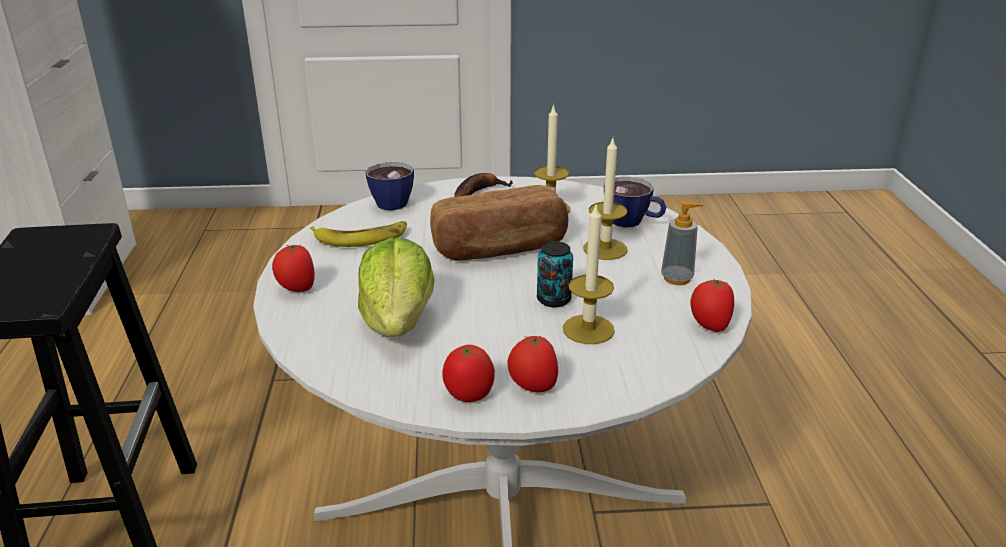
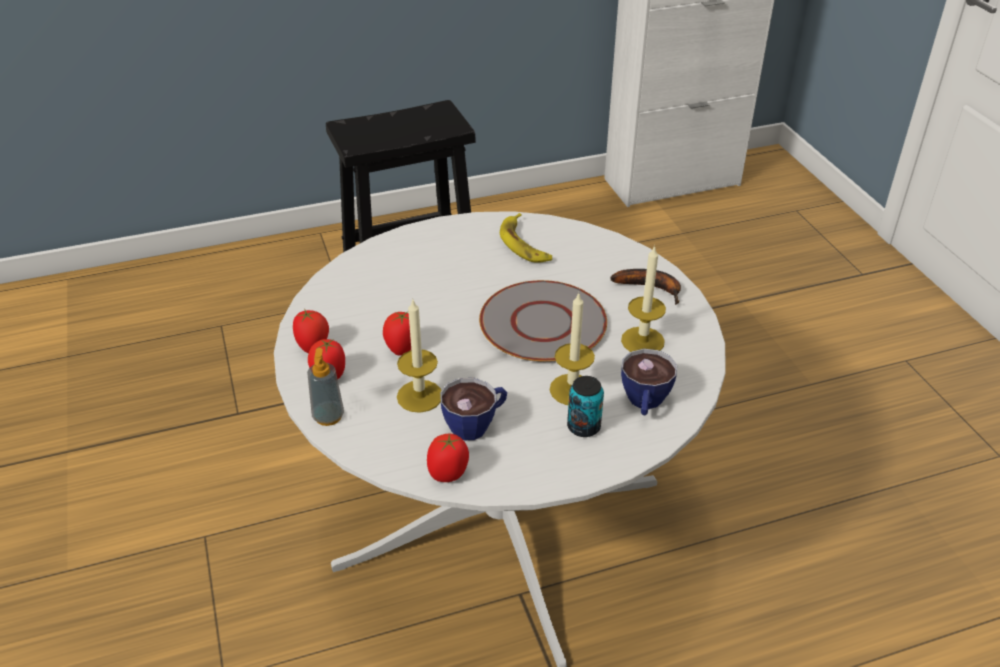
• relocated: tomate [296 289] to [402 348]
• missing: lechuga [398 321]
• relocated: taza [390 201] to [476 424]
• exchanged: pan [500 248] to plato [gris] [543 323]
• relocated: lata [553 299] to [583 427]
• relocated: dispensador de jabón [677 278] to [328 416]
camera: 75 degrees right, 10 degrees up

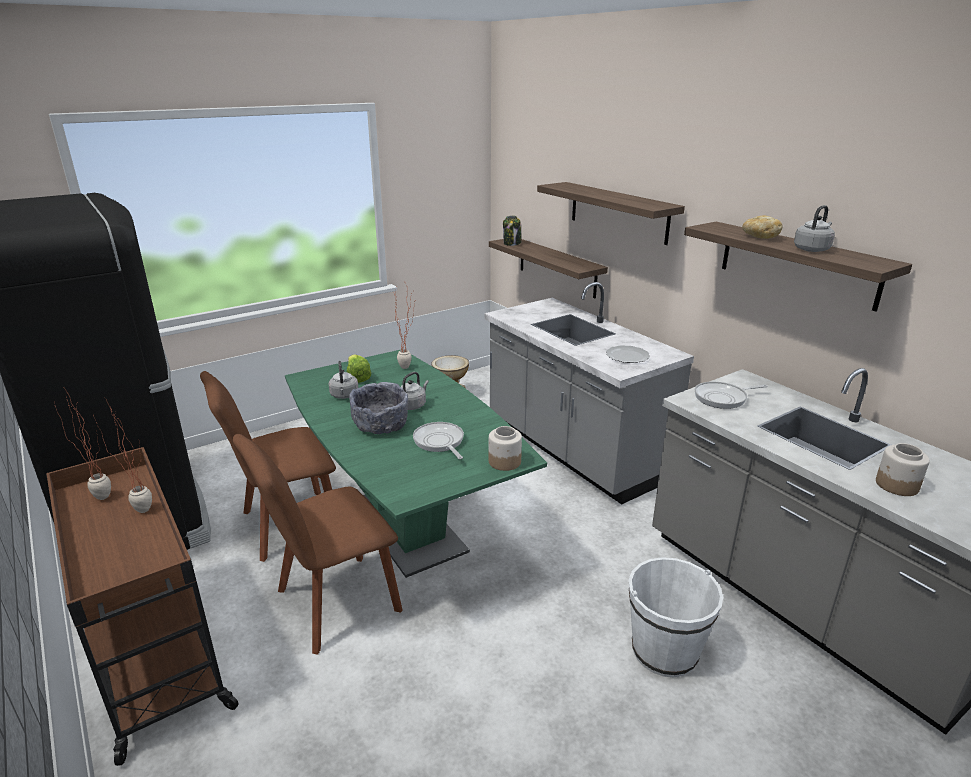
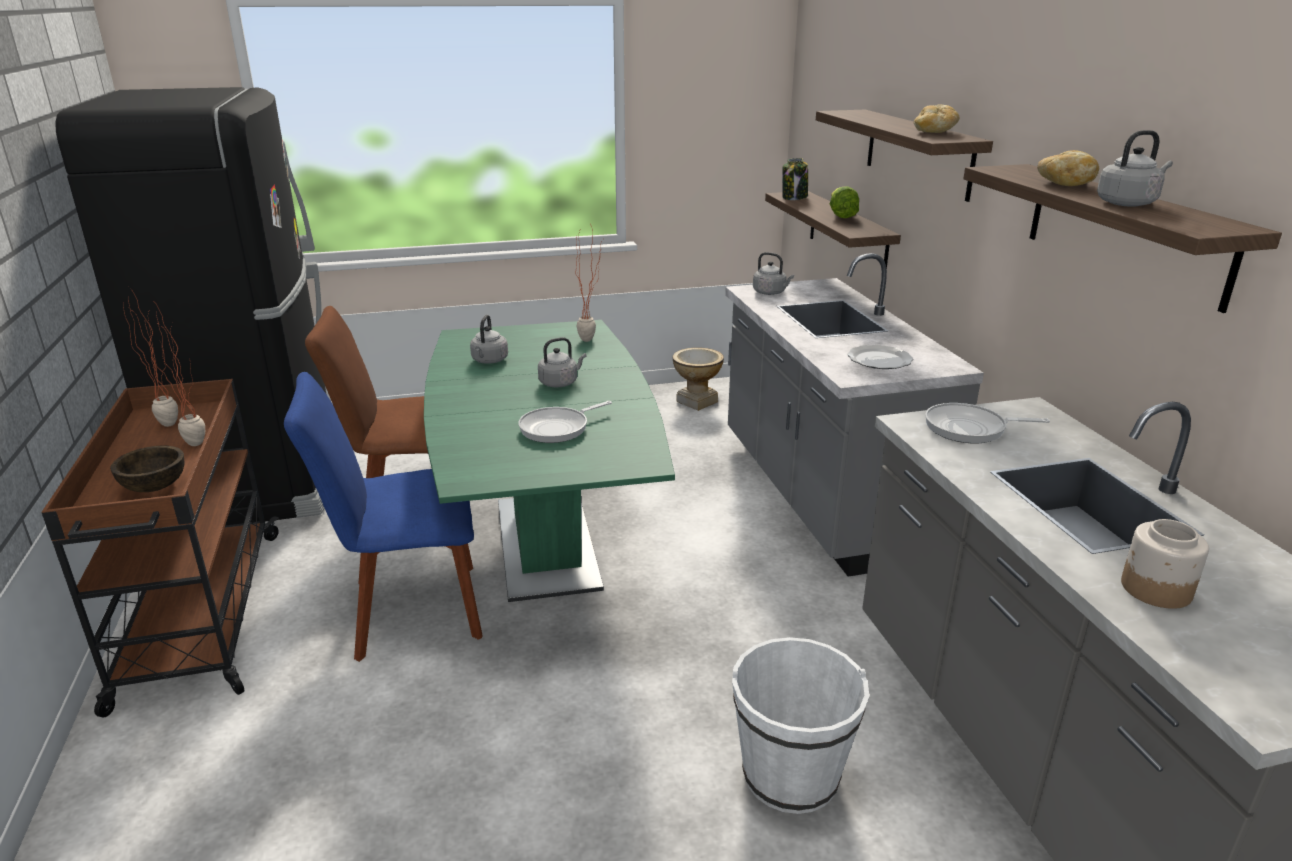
• colour: silla [marrón] [332 604] to silla [azul] [408 611]
• relocated: lechuga [357 377] to [840 215]
• missing: cuenco [gris] [381 425]
• spun: sartén [439 442] = [558 428] 120 degrees counterclockwise
• missing: tarro [504 462]
• appeared: cuenco [marrón] [154 486]
• appeared: hervidor [gris] [770 293]
• appeared: pan [934 132]
camera: 20 degrees right, 0 degrees up

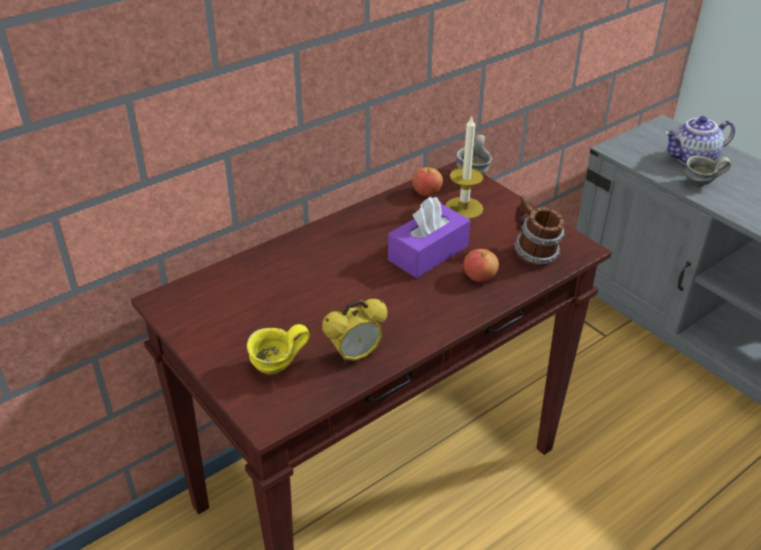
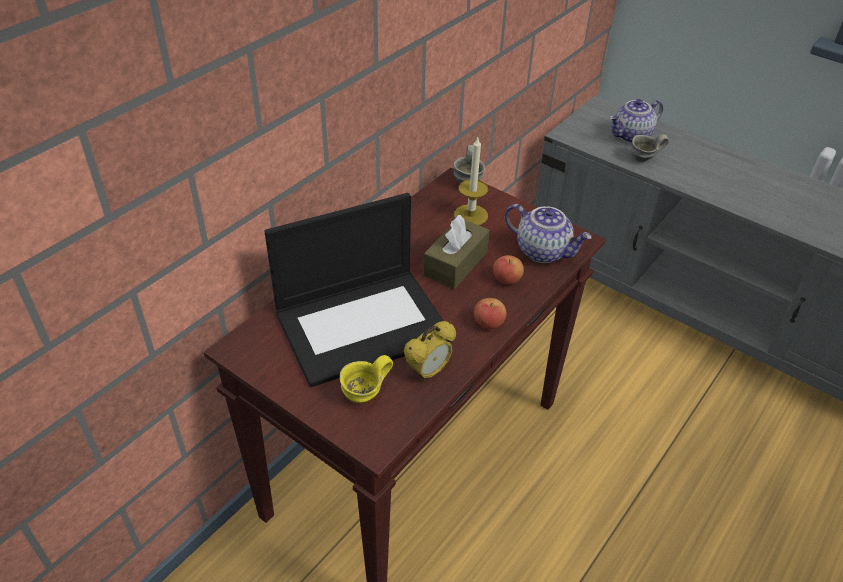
• colour: caja de pañuelos [morado] [428 253] to caja de pañuelos [marrón] [455 263]
• relocated: manzana [426 192] to [488 323]
• exchanged: taza grande [533 254] to tetera [543 251]
• appeared: portátil [363 324]
camera: 15 degrees left, 5 degrees up

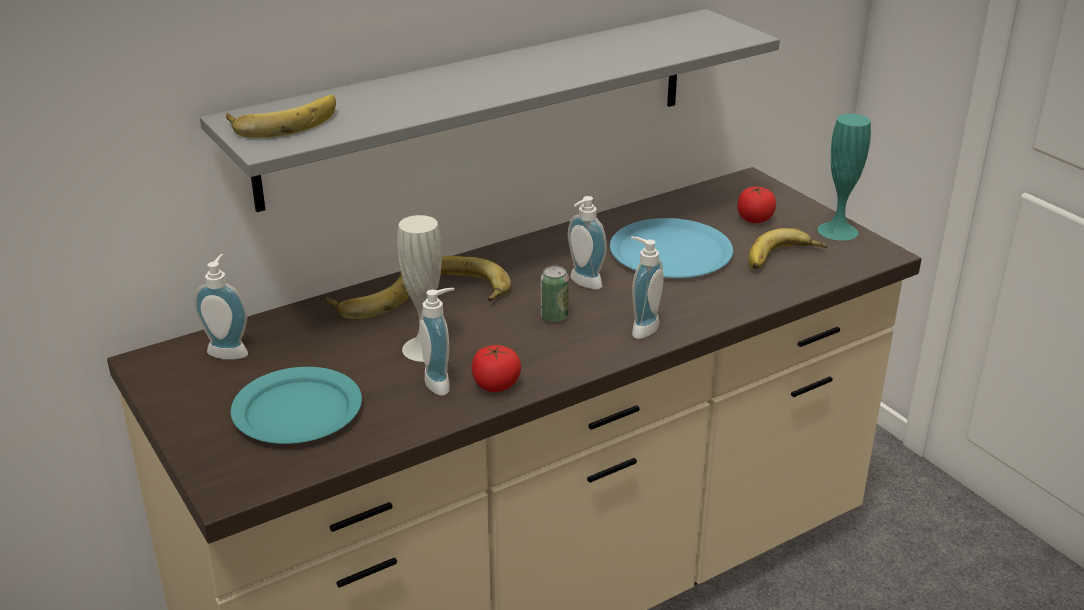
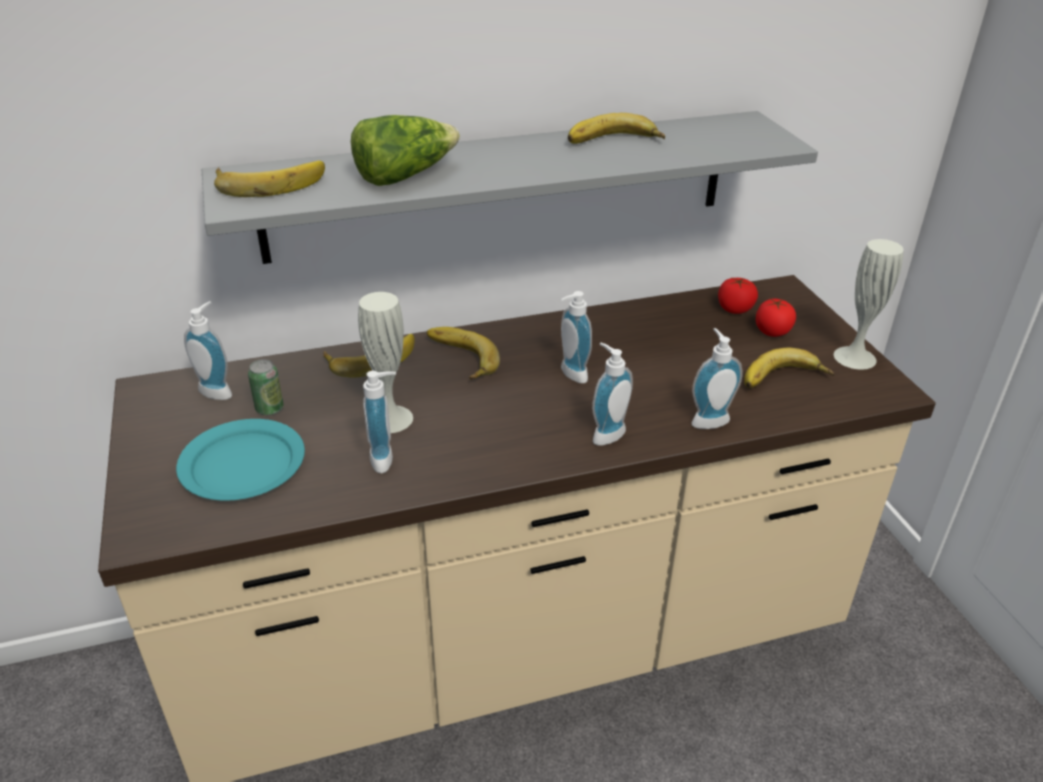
• relocated: tomate [496 385] to [735 309]
• relocated: lata [554 317] to [269 409]
• missing: plato [azul] [670 251]
• colour: florero [turquesa] [837 231] to florero [blanco] [854 357]
• appeared: lechuga [405 176]
• appeared: plátano [614 142]
• appeared: dispensador de jabón [708 419]
camera: 15 degrees right, 5 degrees up

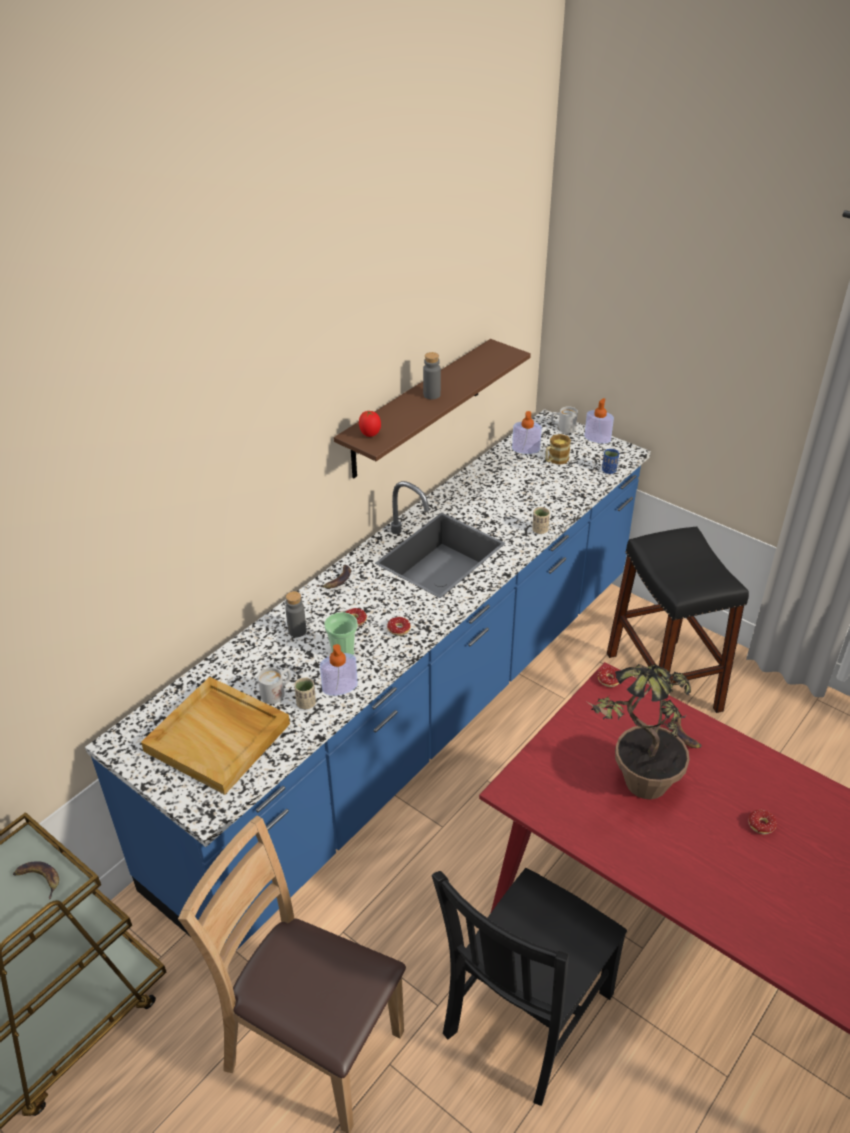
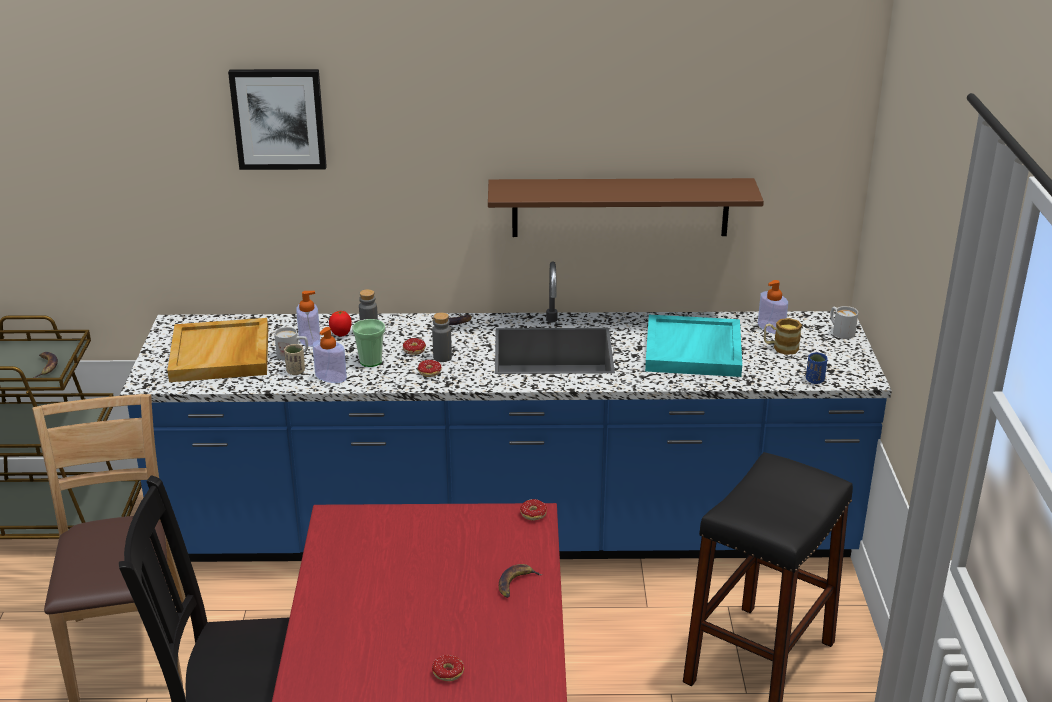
• relocated: tomate [370 434] to [341 334]
• relocated: botella [gris] [431 395] to [442 357]
• missing: taza [beis] [540 530]
• relocated: dispensador de jabón [597 438] to [309 338]
• missing: planta en maceta [633 789]
• appeared: cuadro [279 119]
• appeared: bandeja [turquesa] [694 351]
camera: 50 degrees right, 10 degrees down

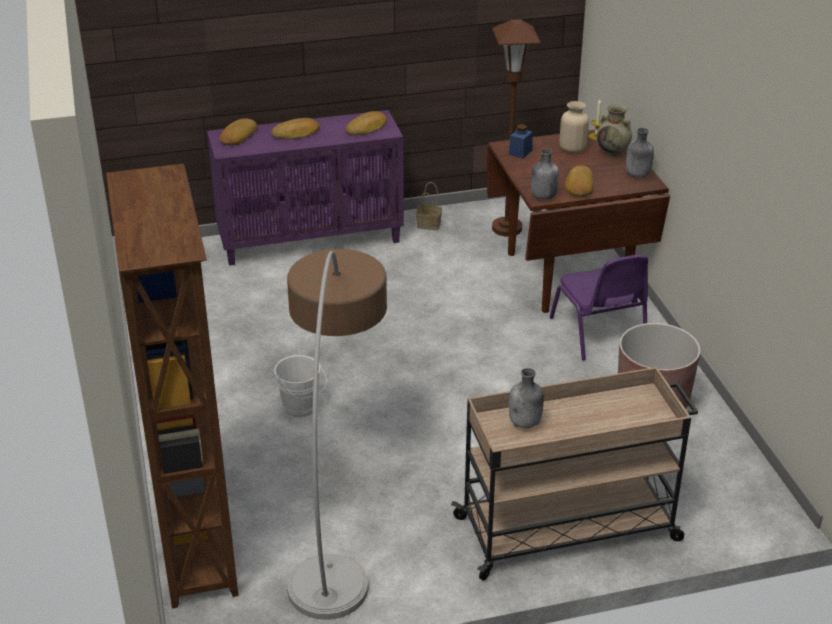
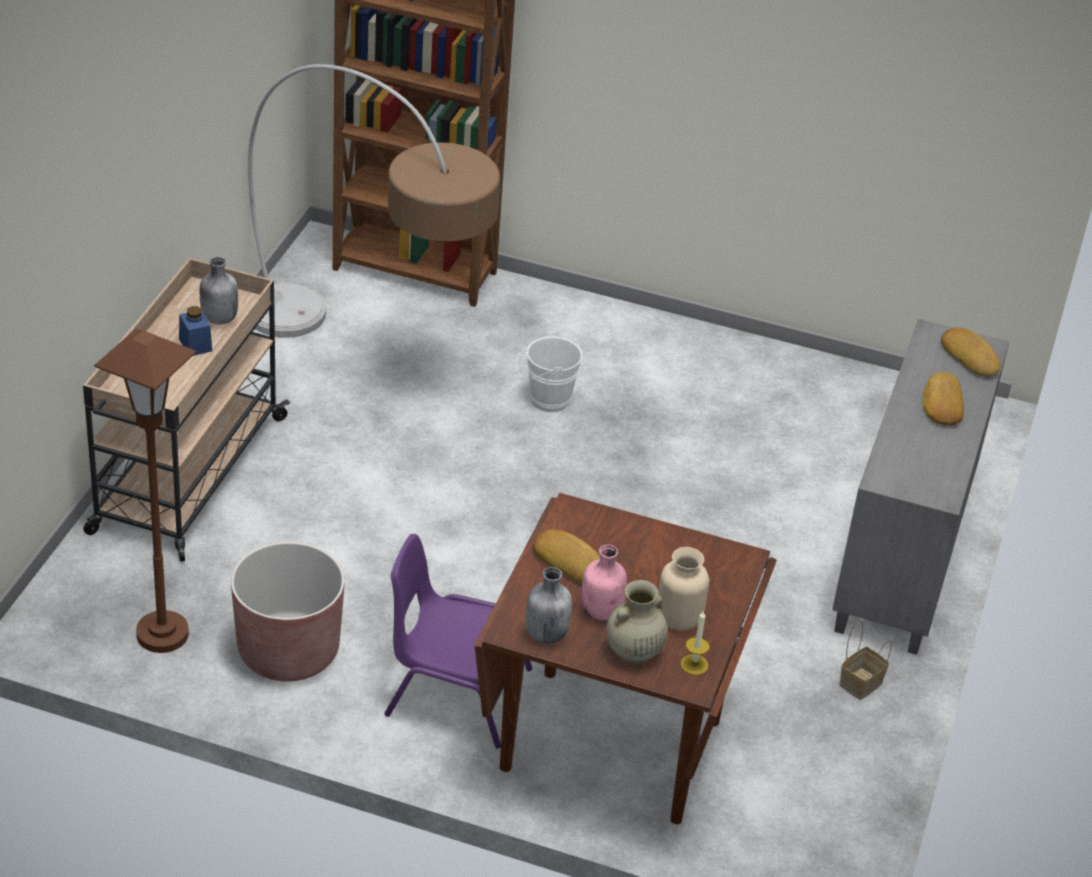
• colour: armario [morado] [311 239] to armario [gris] [904 556]
• missing: pan [367 128]
• relocated: lámpara de pie [marrón] [506 228] to [162 634]
• relocated: tarro [azul] [520 152] to [195 345]
• missing: botella [gris] [543 196]
• appeared: botella [rosa] [602 611]
camera: 120 degrees right, 5 degrees up

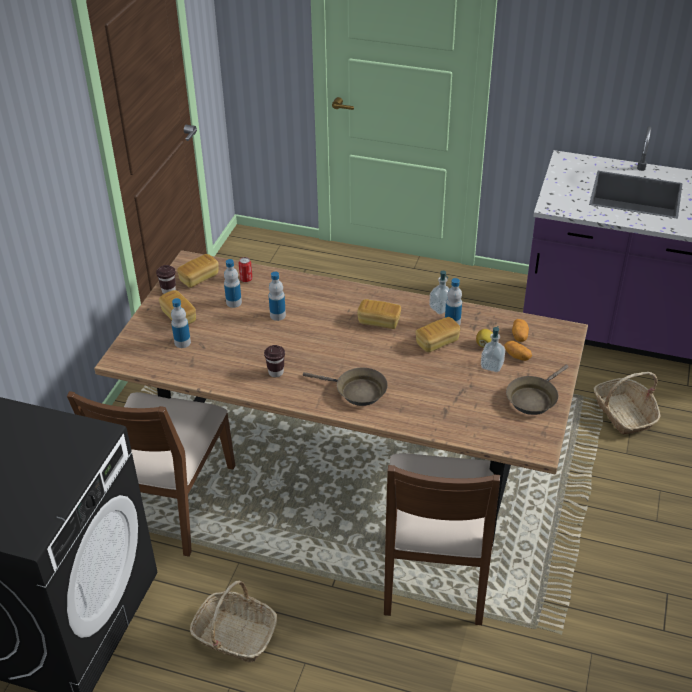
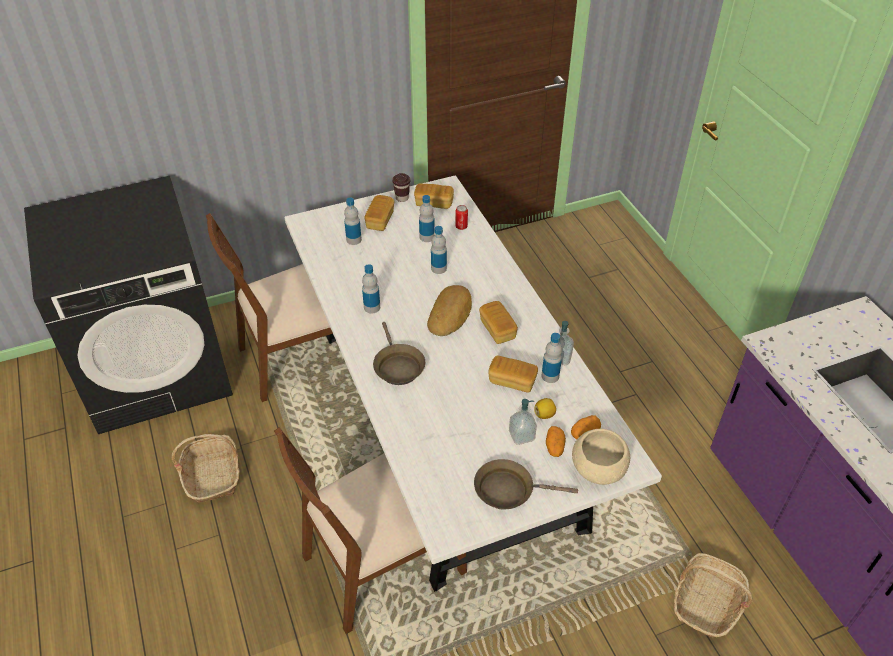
• colour: mesa de comedor [marrón] [347 453] to mesa de comedor [blanco] [446 426]
• exchanged: taza [marrón] [276 372] to botella [372 307]
• appeared: pan [450 314]
• appeared: cuenco [beis] [598 469]
camera: 50 degrees right, 5 degrees up

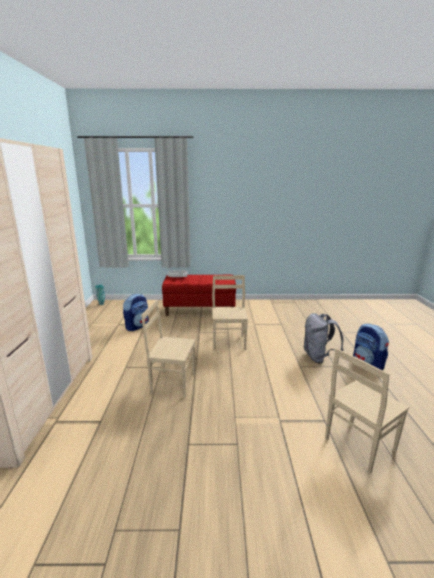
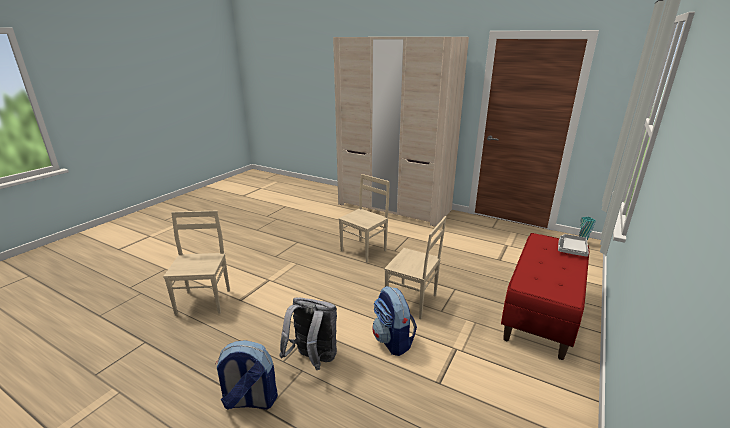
• relocated: mochila [137 326] to [393 341]
camera: 120 degrees right, 5 degrees up

